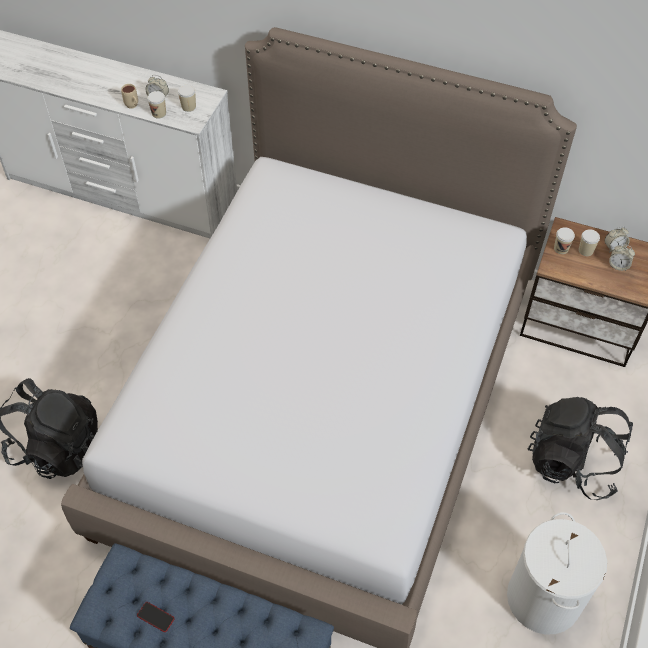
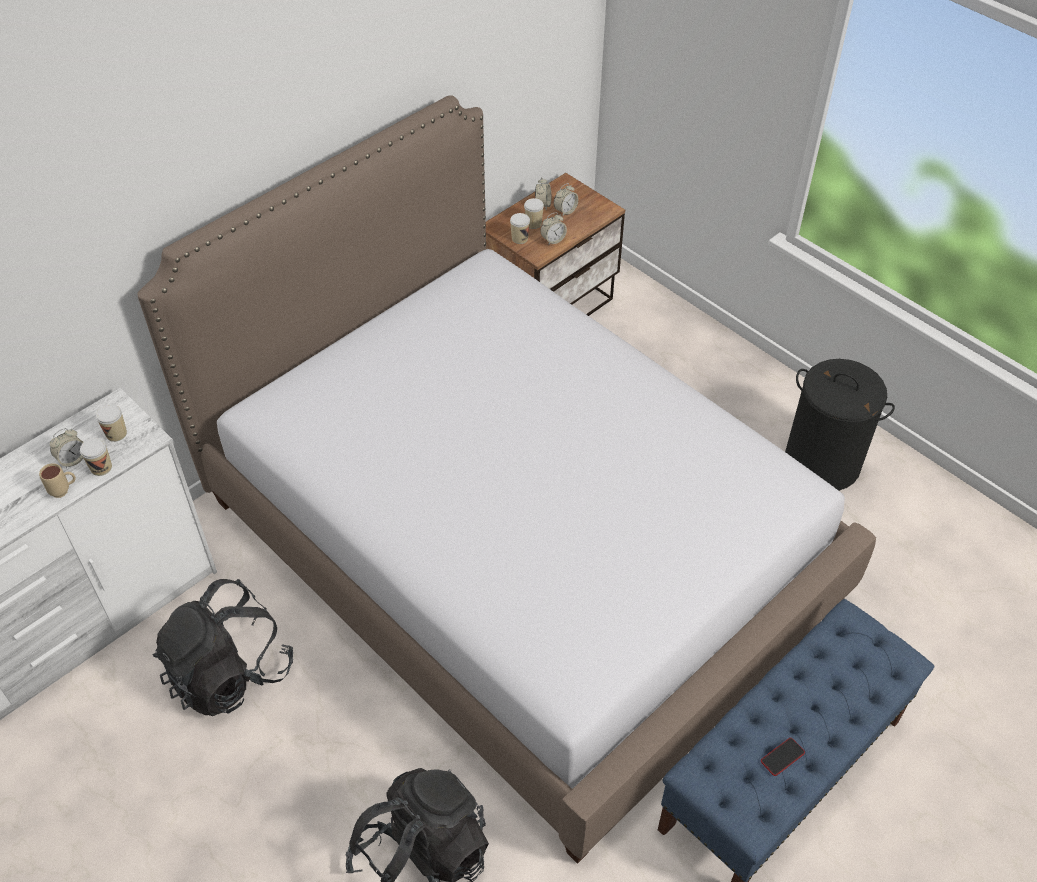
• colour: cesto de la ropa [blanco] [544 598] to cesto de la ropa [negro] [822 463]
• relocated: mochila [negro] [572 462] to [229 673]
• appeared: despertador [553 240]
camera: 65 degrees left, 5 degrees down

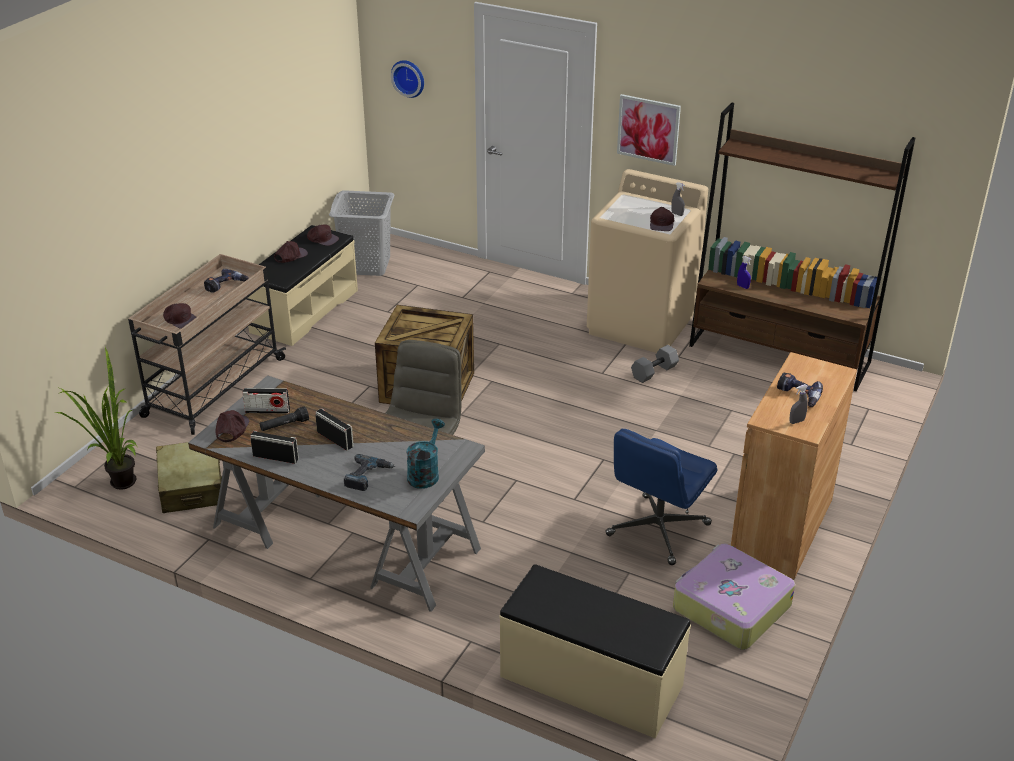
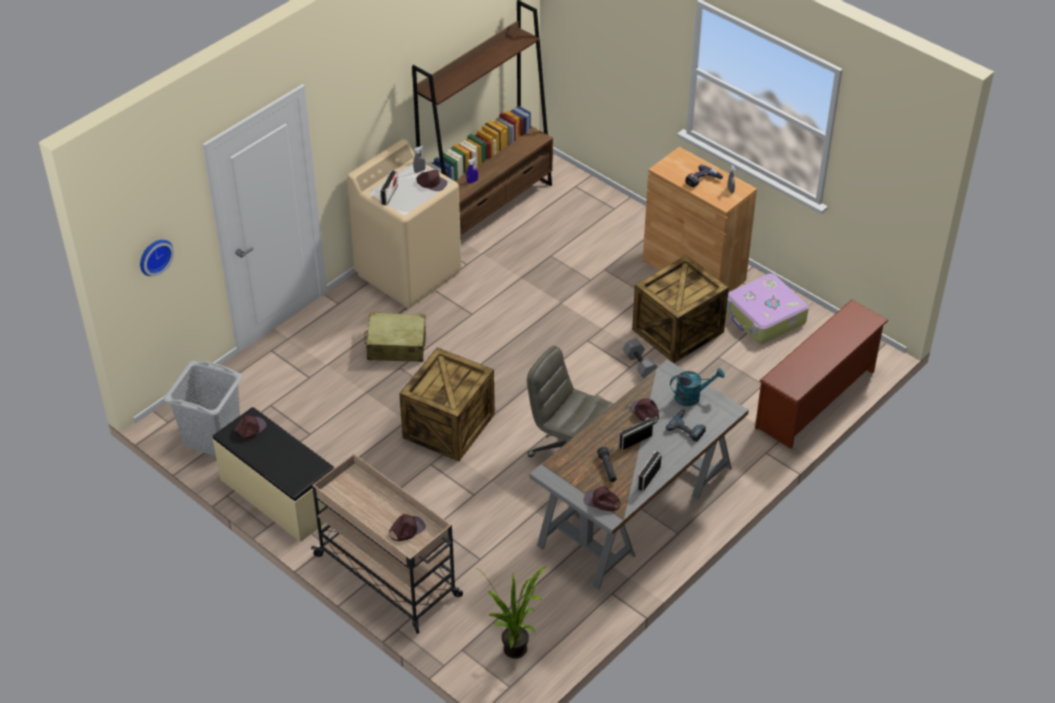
• relocated: maleta [beis] [192 487] to [396 345]
• missing: taladro [226 286]
• relocated: radio [267 410] to [389 195]
• relocated: gorra [marrón] [290 255] to [645 412]
• spun: regadera [turquesa] [425 473] = [692 396] 135 degrees clockwise
• exchanged: banco [beis] [590 682] to zapatero [marrón] [816 400]
• exchanged: silla de oficina [azul] [657 530] to caja de embalaje [678 331]
• missing: cuadro [648 129]
• relocated: mancuerna [gris] [654 372] to [641 365]
camera: 75 degrees left, 10 degrees up

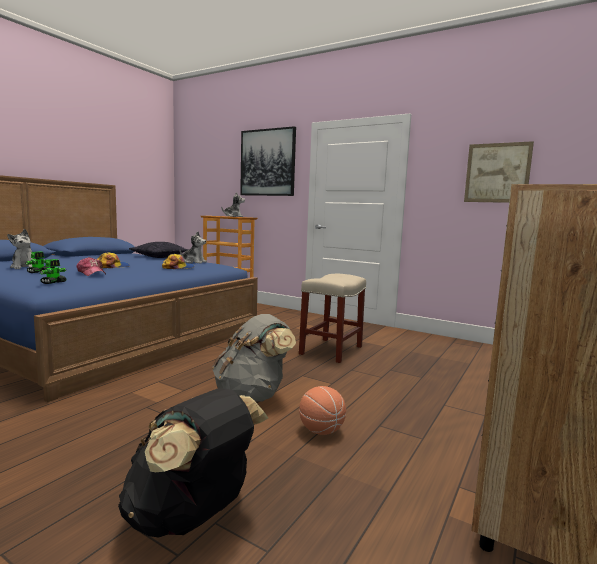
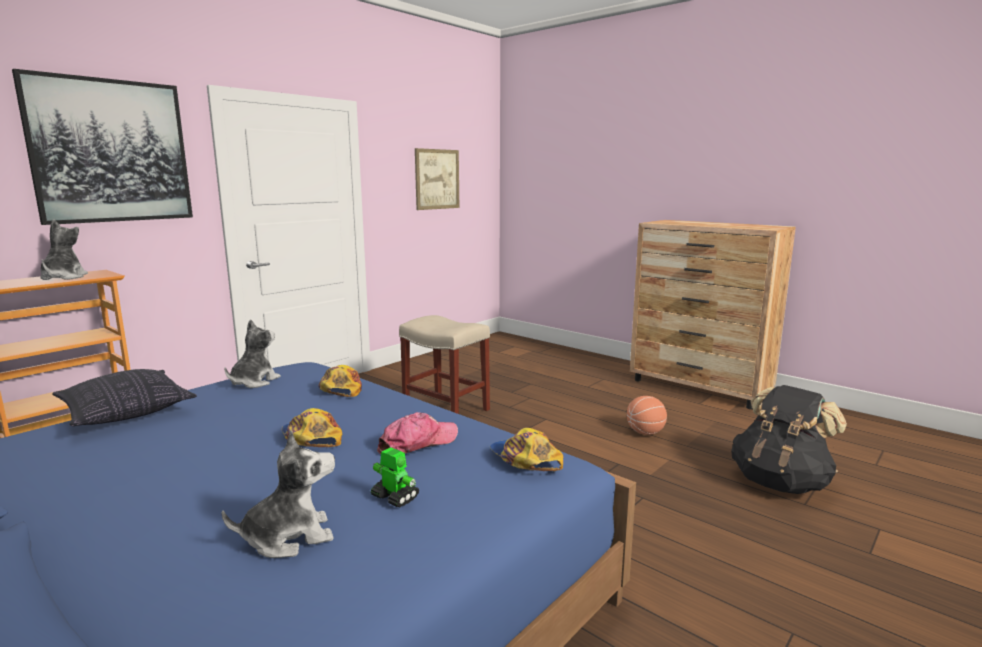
• exchanged: robot de juguete [54 282] to gorra [524 459]
• missing: mochila [gris] [252 395]
camera: 80 degrees left, 5 degrees up

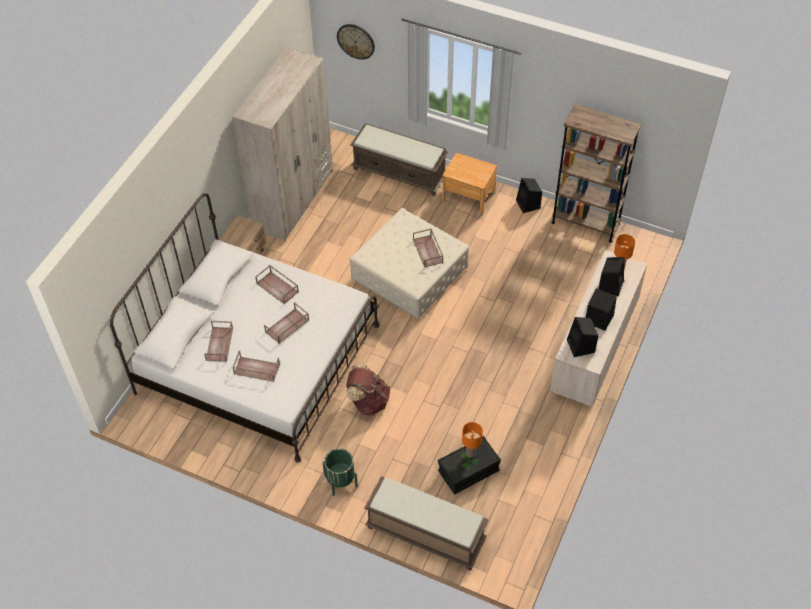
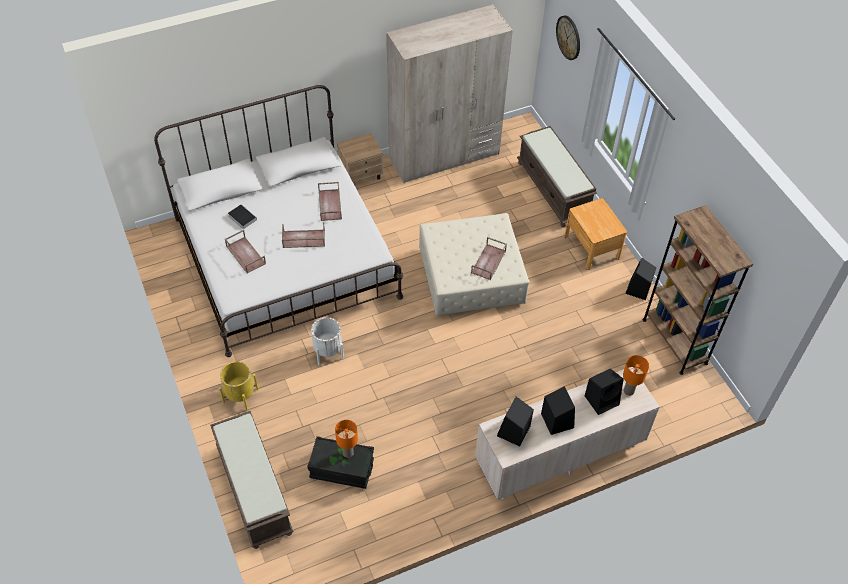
• exchanged: bandeja [marrón] [220 344] to libro [241 217]
• colour: maceta [verde] [340 480] to maceta [amarillo] [240 395]
• exchanged: mochila [marrón] [368 401] to maceta [blanco] [328 351]
camera: 40 degrees right, 0 degrees up

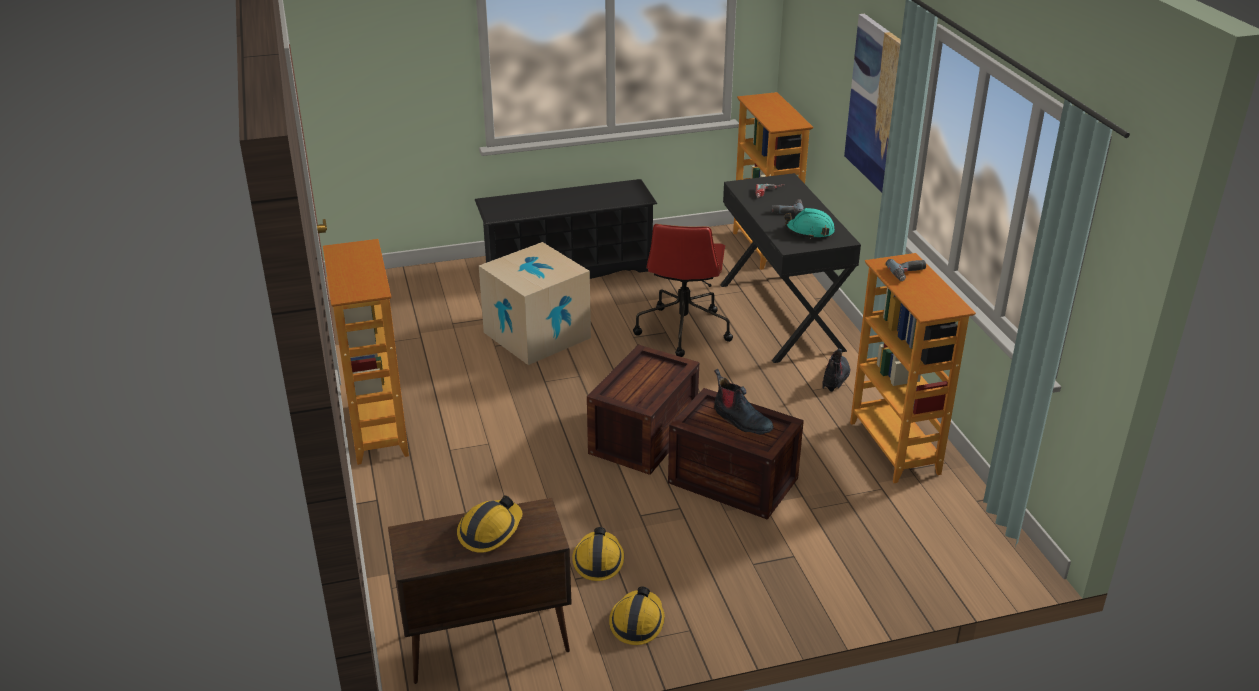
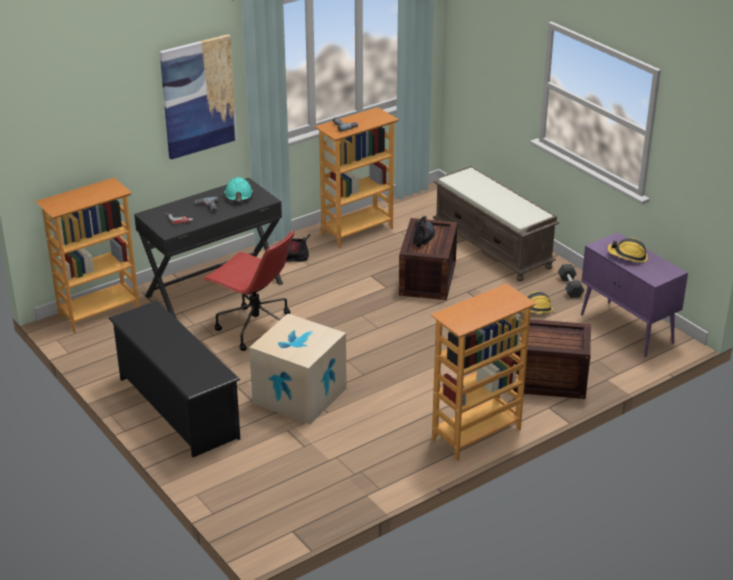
• colour: armario [marrón] [485 643] to armario [morado] [627 329]
• relocated: caja de embalaje [642 436] to [546 379]
• exchanged: casco [637 622] to mancuerna [negro] [570 287]
• spun: silla de oficina [rojo] [683 329] = [255 328] 45 degrees clockwise
• appeared: banco [marrón] [493 246]
camera: 110 degrees left, 0 degrees up

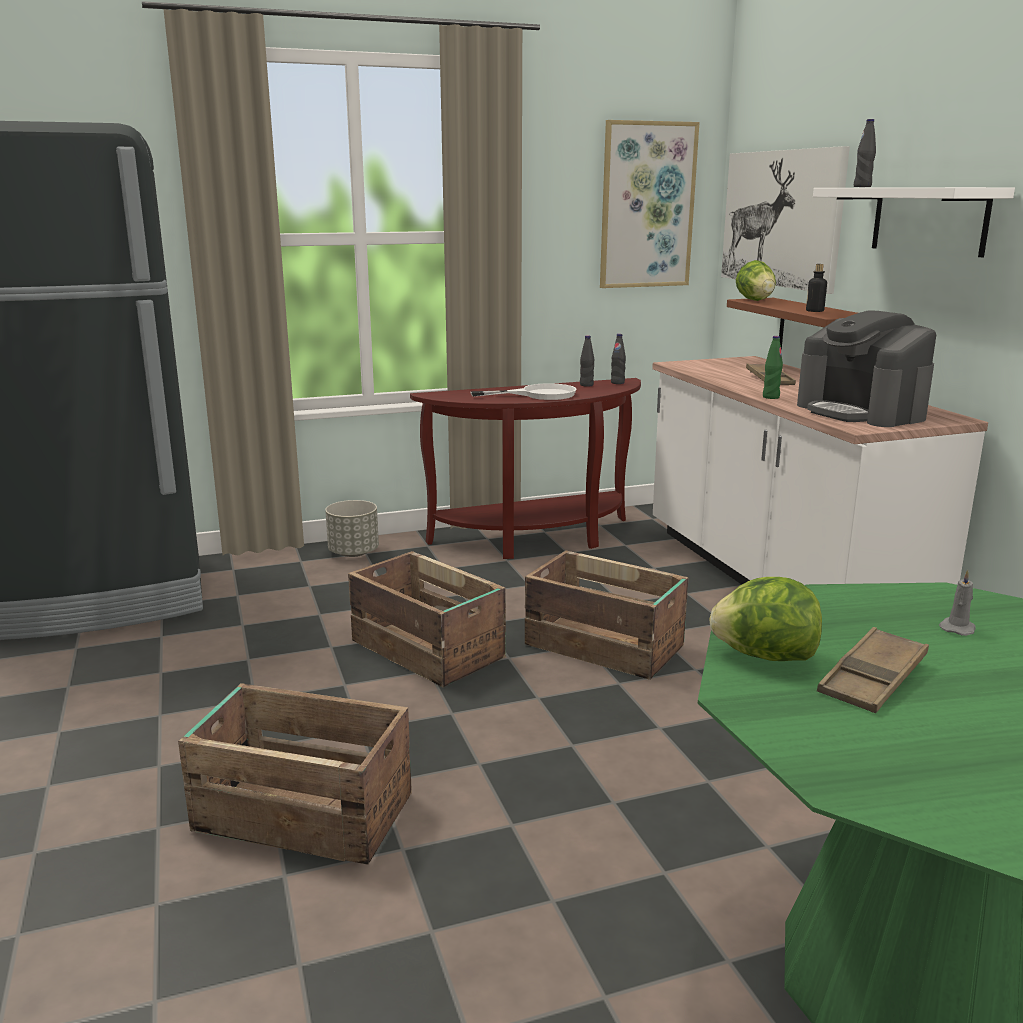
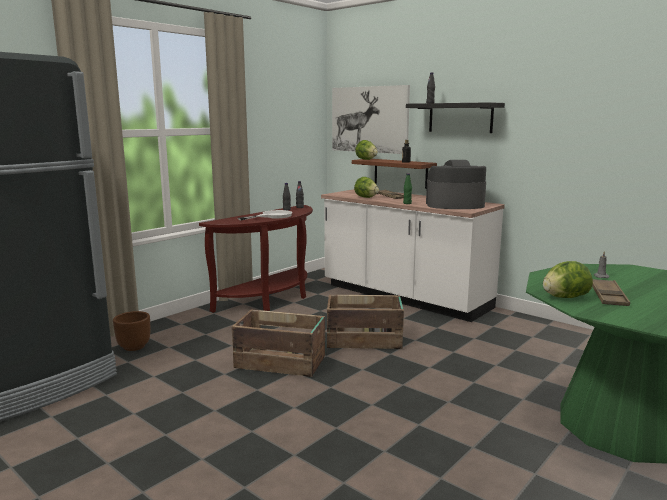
• missing: caja de embalaje [302 811]
• missing: maceta [gris] [354 553]
• missing: cuadro [647 206]
• spun: cafetera [861 412] = [454 205] 150 degrees clockwise
• colour: estante [blanco] [929 220] to estante [negro] [460 118]
• appeared: maceta [marrón] [134 346]
• appeared: lechuga [366 197]
camera: 30 degrees left, 5 degrees down

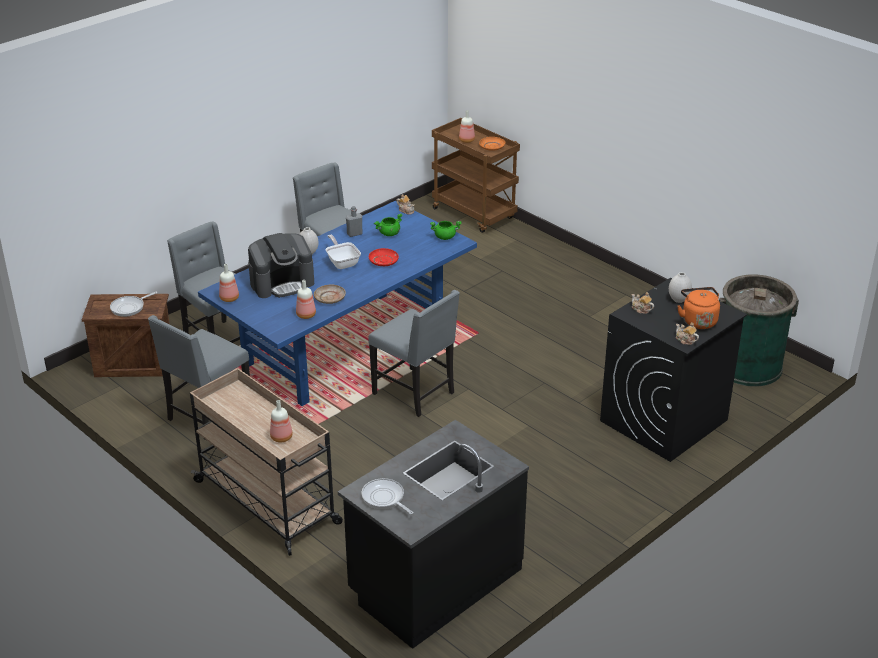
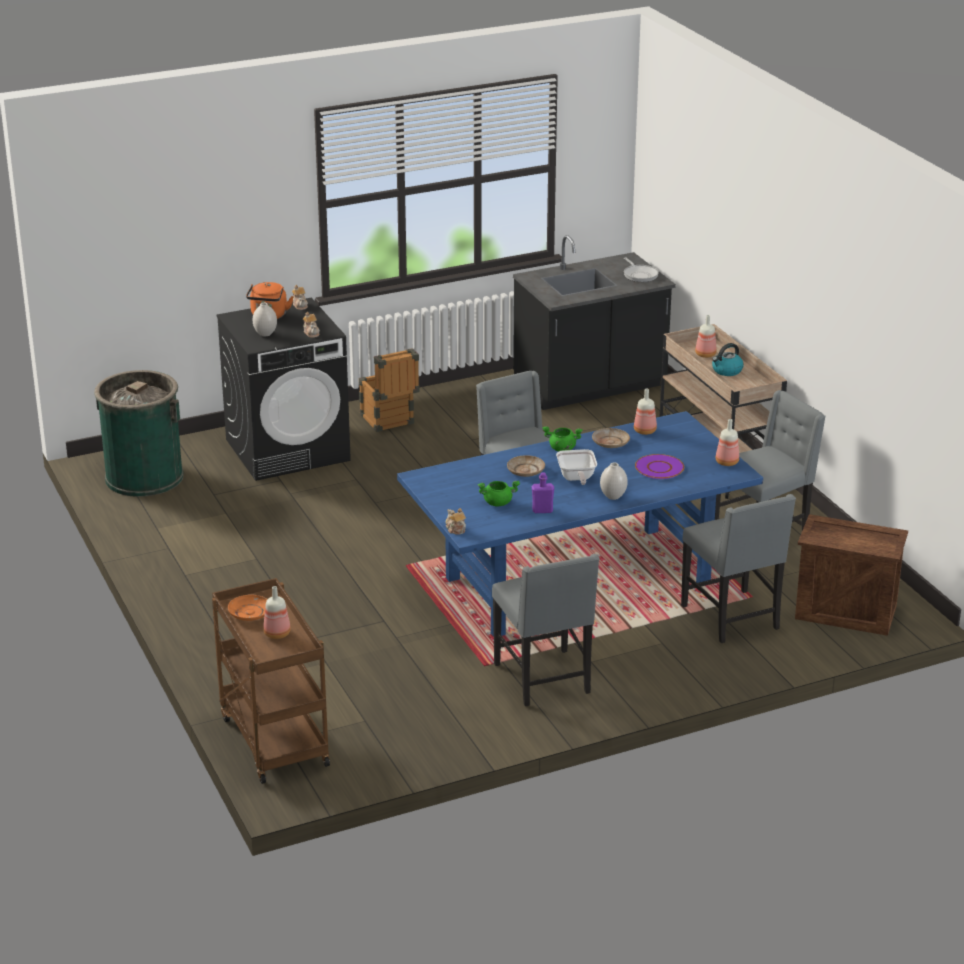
• missing: sartén [129 307]
• exchanged: cafetera [282 283] to plato [morado] [659 468]
• colour: botella [gris] [354 234] to botella [morado] [542 510]
• colour: plato [rojo] [383 261] to plato [beis] [525 471]
• relocated: olla [verde] [445 237] to [561 449]
• appeared: caja de embalaje [389 422]
• appeared: hervidor [726 371]
camera: 160 degrees left, 5 degrees down

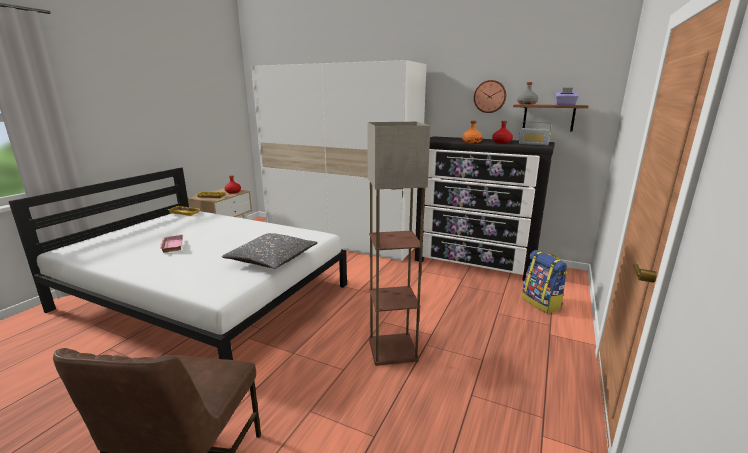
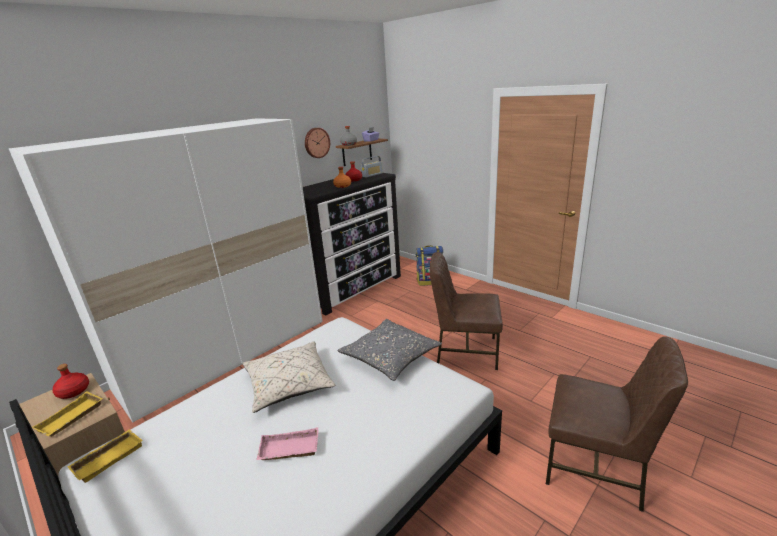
• exchanged: lámpara de pie [393 349] to silla [marrón] [465 351]
• appeared: cojín [beis] [289 384]
camera: 70 degrees left, 5 degrees up

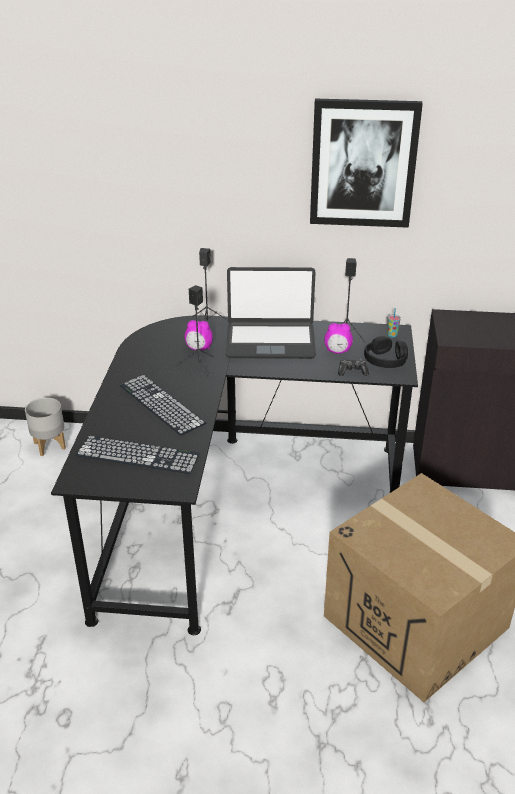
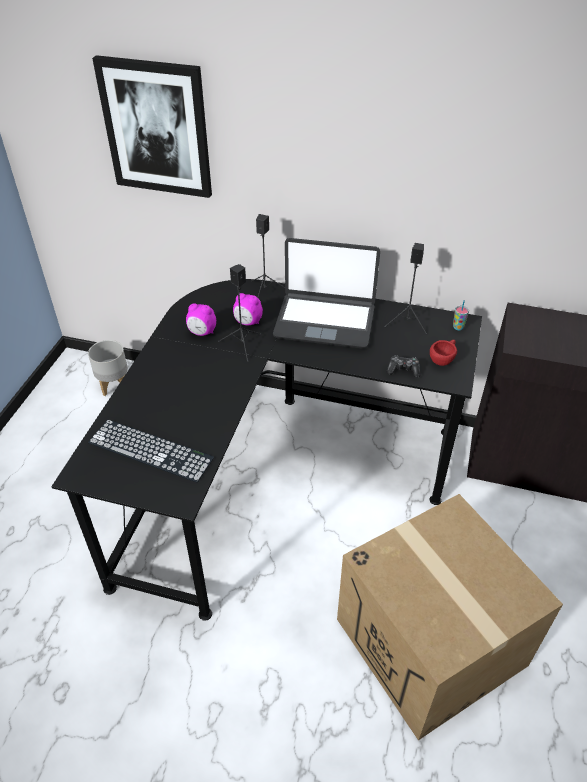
• missing: teclado [161 404]
• relocated: cuadro [363 164] to [156 128]
• relocated: despertador [337 352] to [202 332]
• exchanged: auriculares [negro] [385 360] to taza [rojo] [443 359]
camera: 10 degrees right, 10 degrees up

